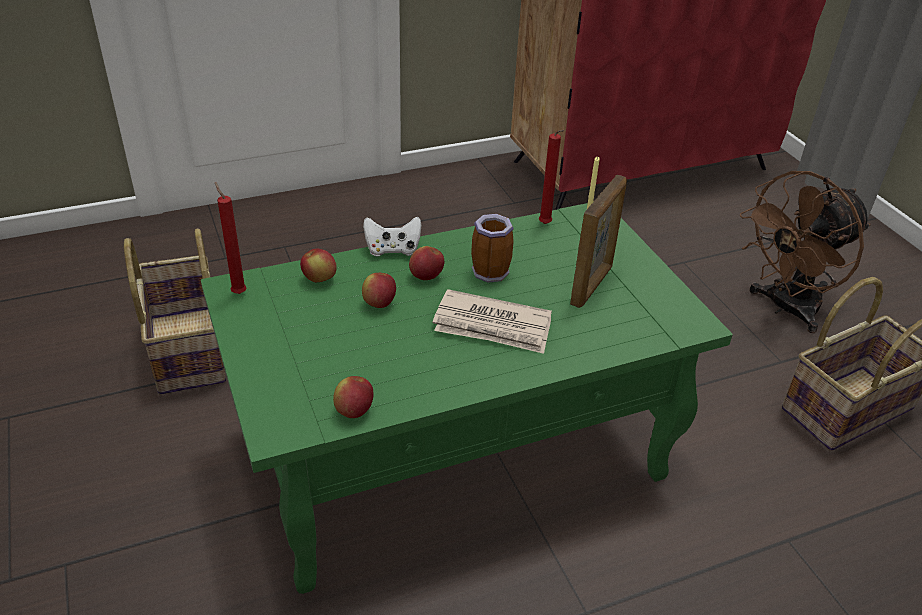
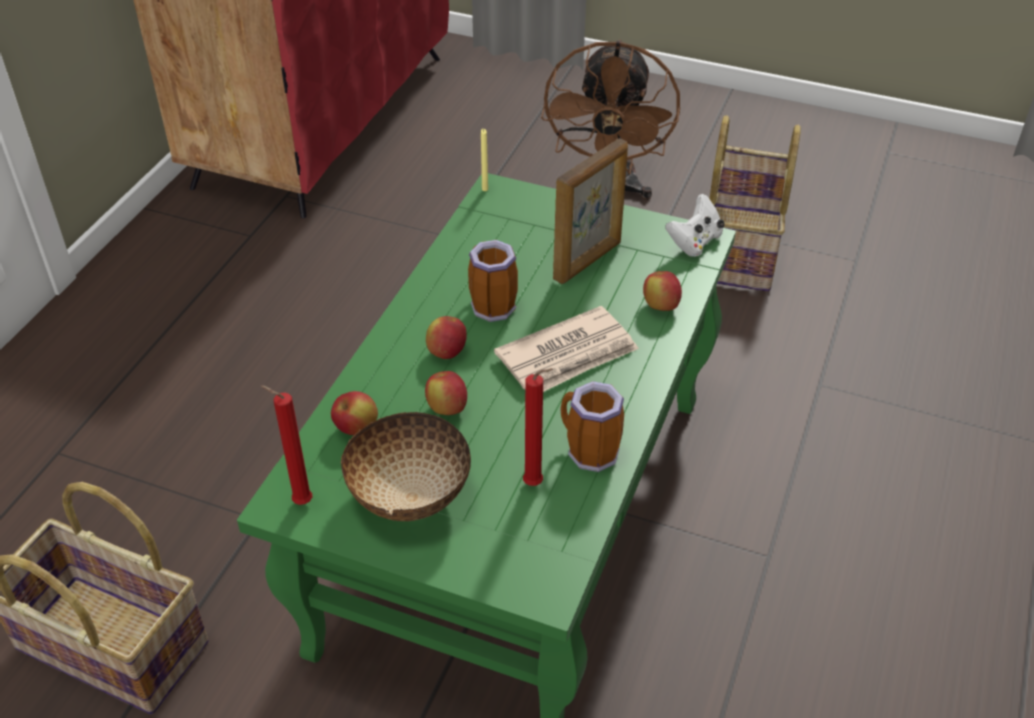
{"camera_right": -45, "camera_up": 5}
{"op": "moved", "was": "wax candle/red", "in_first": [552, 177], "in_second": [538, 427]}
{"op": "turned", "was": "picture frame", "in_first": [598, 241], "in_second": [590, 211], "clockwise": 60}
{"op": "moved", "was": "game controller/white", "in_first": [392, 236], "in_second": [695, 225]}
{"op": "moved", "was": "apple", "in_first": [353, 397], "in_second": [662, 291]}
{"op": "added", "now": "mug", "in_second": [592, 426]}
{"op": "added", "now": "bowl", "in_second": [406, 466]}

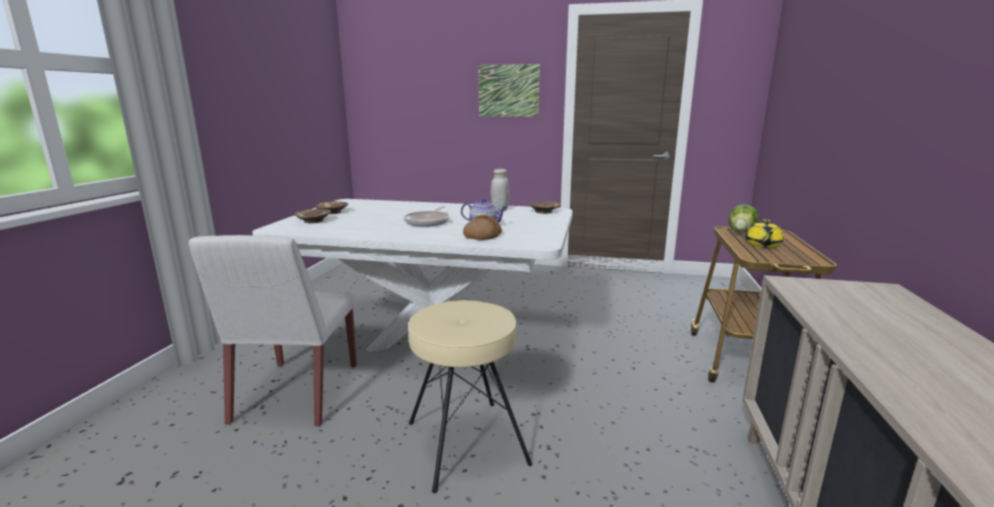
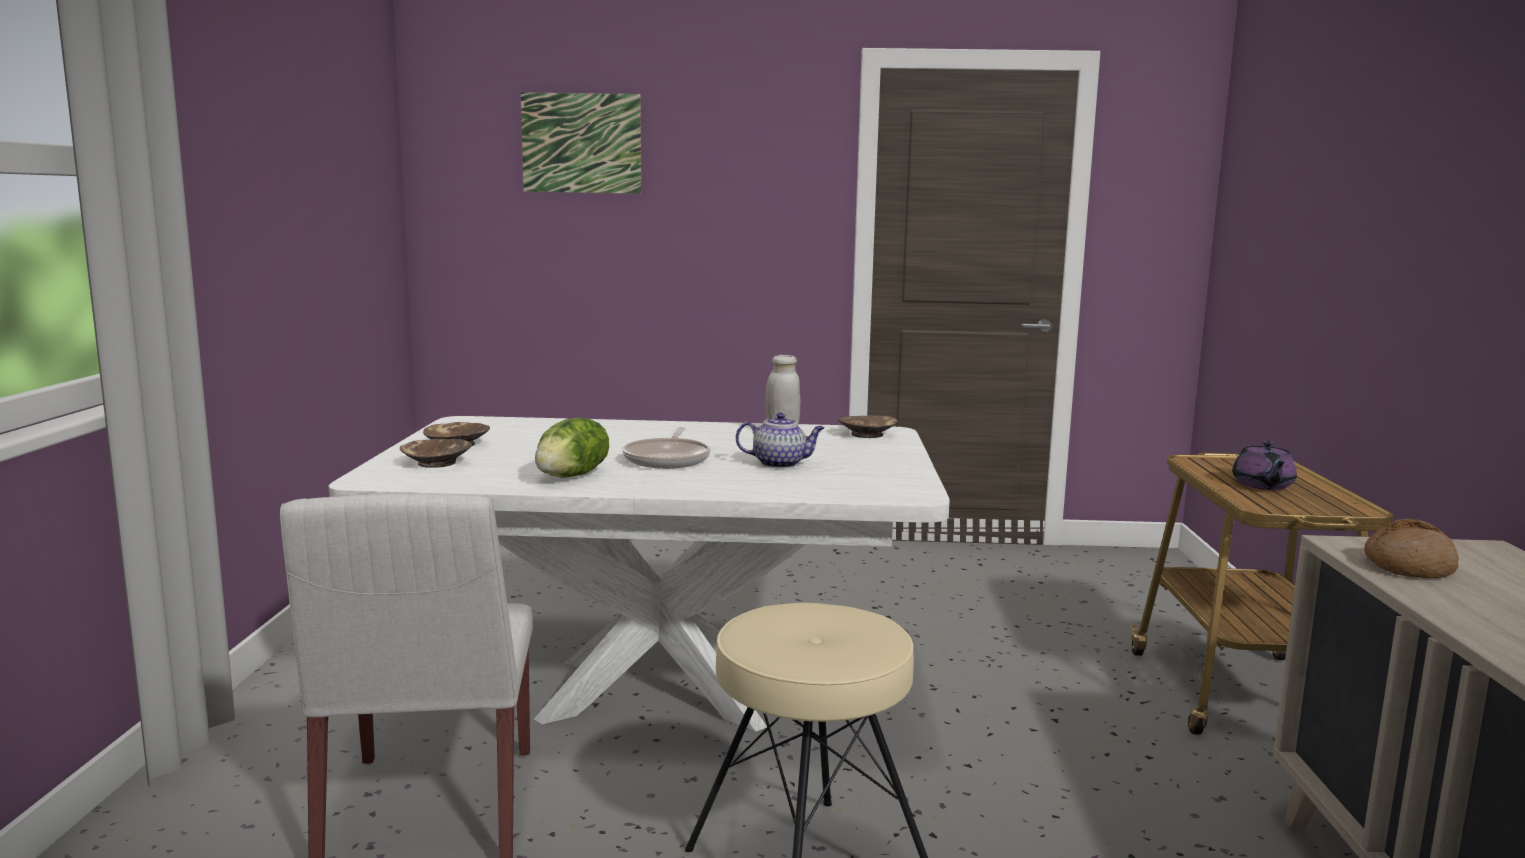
{"camera_right": -10, "camera_up": -5}
{"op": "moved", "was": "wall picture", "in_first": [509, 90], "in_second": [581, 143]}
{"op": "moved", "was": "lettuce", "in_first": [743, 218], "in_second": [572, 448]}
{"op": "moved", "was": "bakery bread", "in_first": [482, 227], "in_second": [1411, 548]}
{"op": "recoloured", "was": "teapot/yellow-coloured", "now": "teapot/purplish", "in_first": [764, 233], "in_second": [1264, 465]}

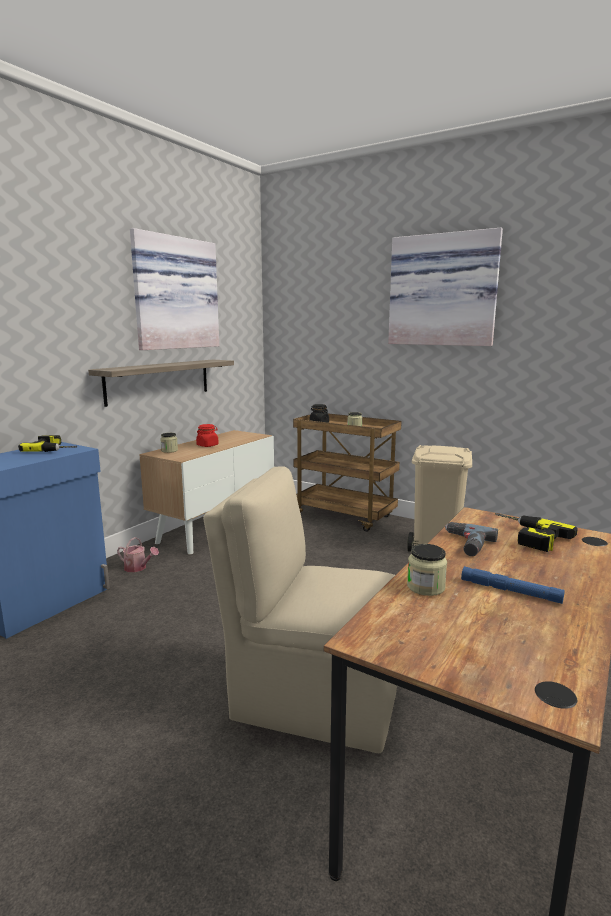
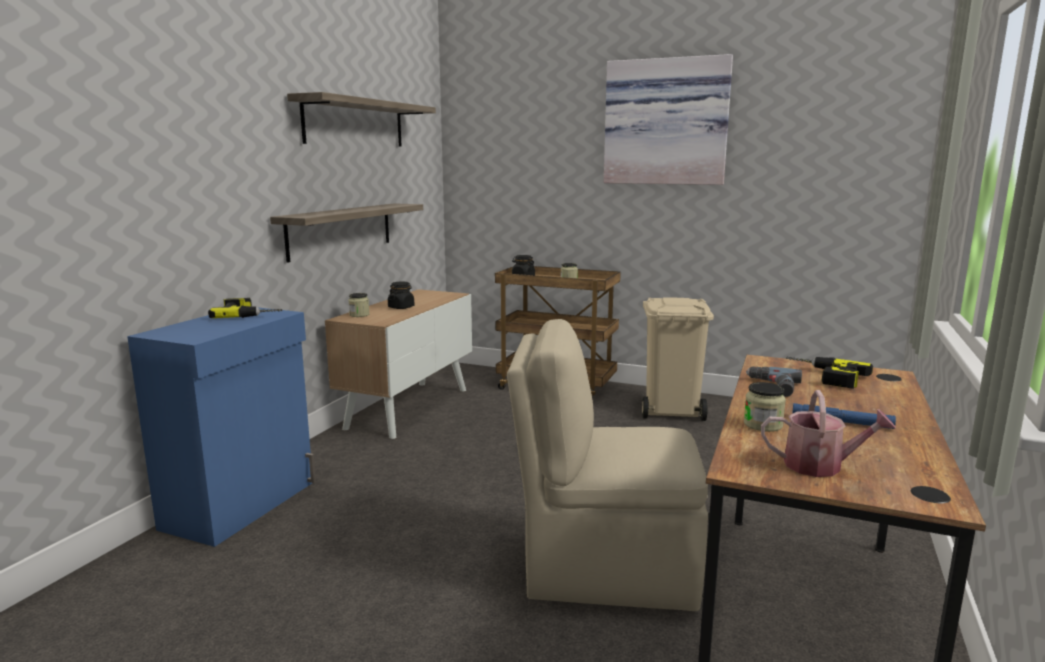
{"camera_right": -10, "camera_up": 0}
{"op": "replaced", "was": "wall picture", "now": "bracket shelf", "in_first": [174, 289], "in_second": [361, 119]}
{"op": "recoloured", "was": "storage jar/red", "now": "storage jar/black", "in_first": [207, 435], "in_second": [401, 295]}
{"op": "moved", "was": "watering can", "in_first": [138, 554], "in_second": [828, 433]}

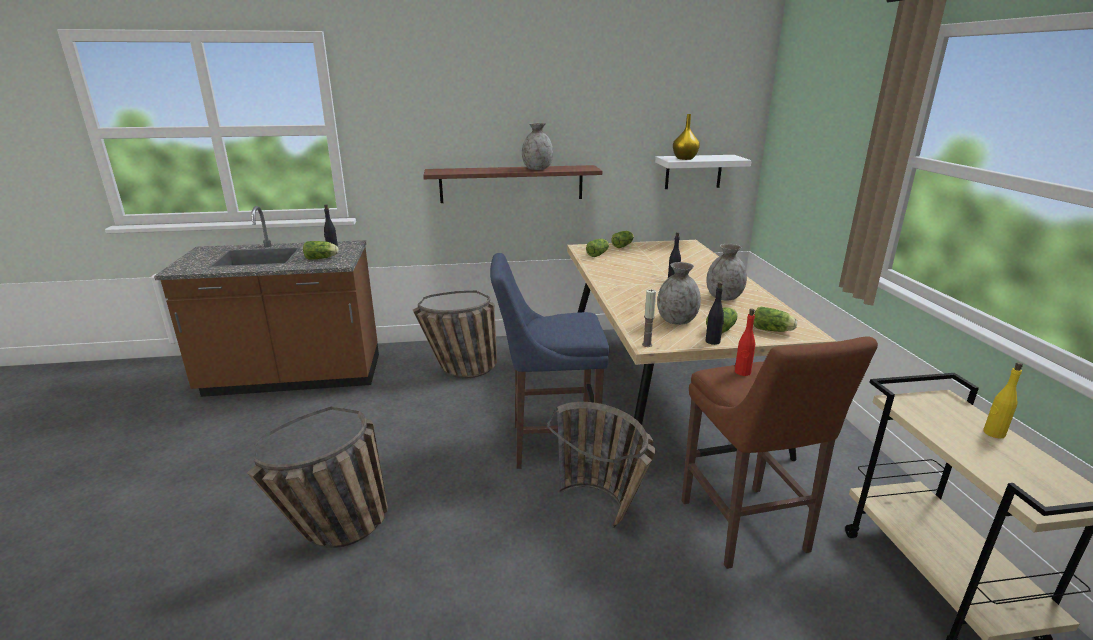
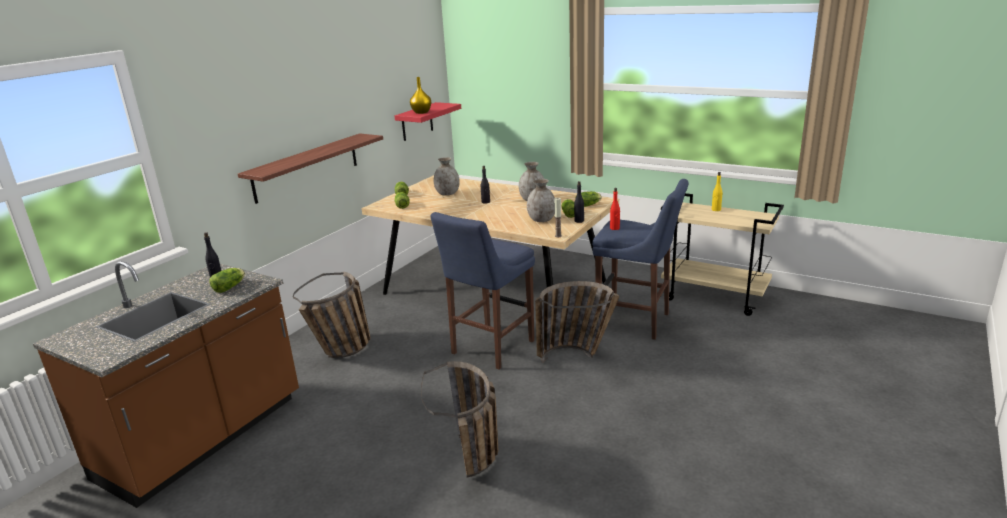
{"camera_right": -50, "camera_up": 0}
{"op": "moved", "was": "decorative vase/gray", "in_first": [537, 146], "in_second": [446, 176]}
{"op": "recoloured", "was": "bracket shelf/white", "now": "bracket shelf/red", "in_first": [703, 172], "in_second": [428, 121]}
{"op": "recoloured", "was": "stool/brown", "now": "stool/bluish", "in_first": [779, 452], "in_second": [640, 259]}

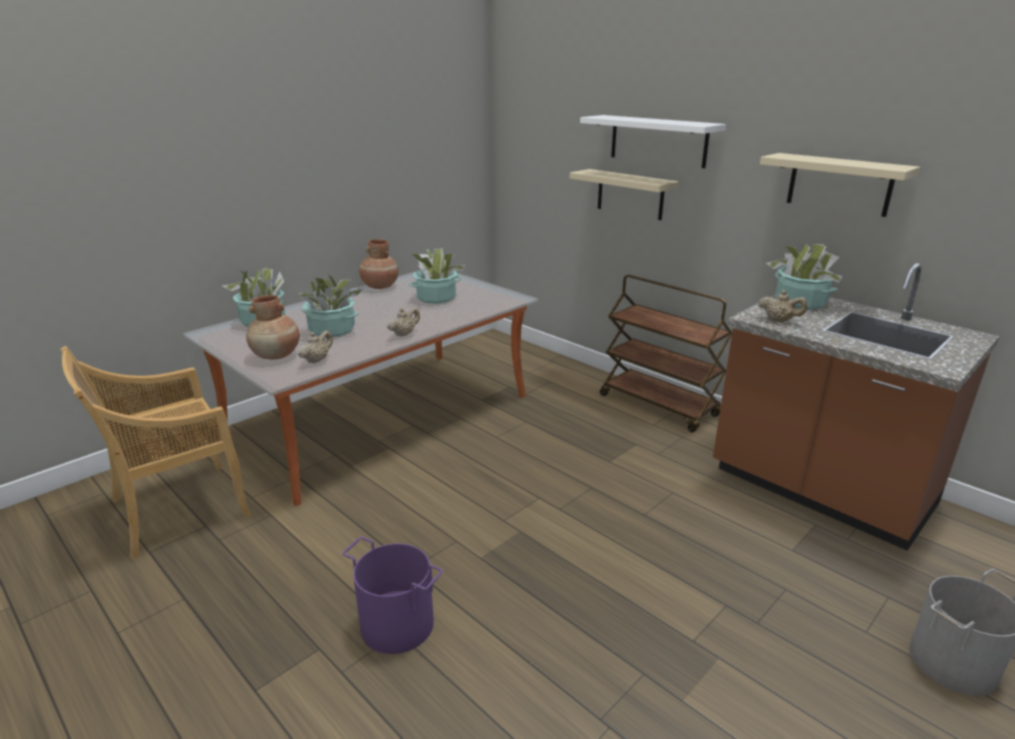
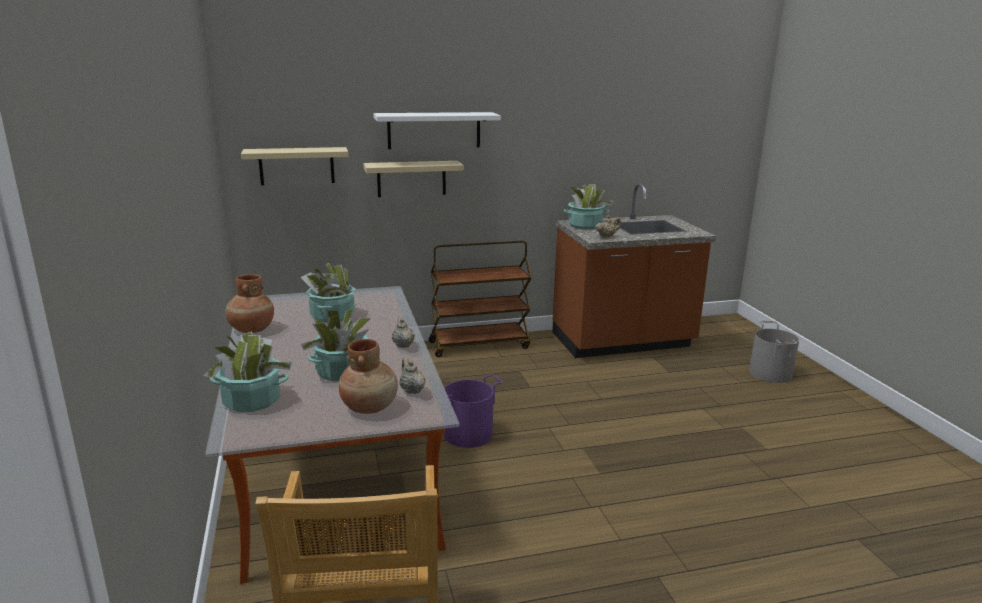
{"camera_right": -60, "camera_up": -5}
{"op": "moved", "was": "bracket shelf/beige-coloured", "in_first": [840, 185], "in_second": [294, 166]}
{"op": "moved", "was": "pail/purplish", "in_first": [392, 595], "in_second": [473, 411]}

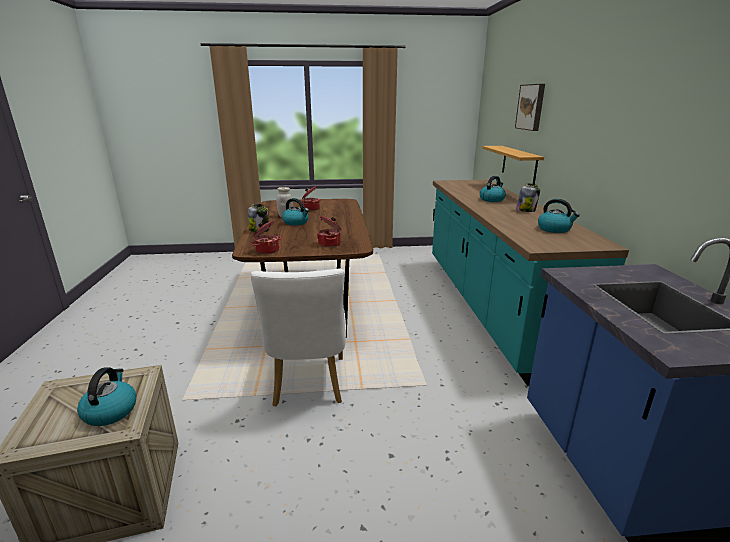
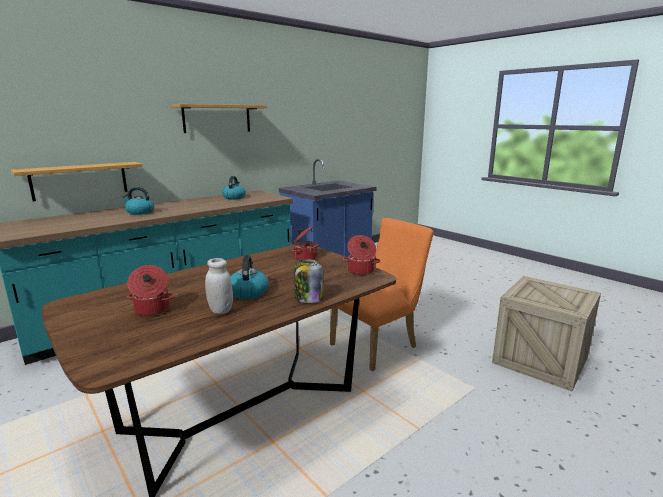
{"camera_right": -125, "camera_up": -5}
{"op": "removed", "was": "wall picture", "in_first": [530, 107]}
{"op": "removed", "was": "storage jar", "in_first": [528, 197]}
{"op": "recoloured", "was": "upright chair/white", "now": "upright chair/orange", "in_first": [298, 337], "in_second": [382, 294]}
{"op": "removed", "was": "water kettle", "in_first": [106, 396]}
{"op": "added", "now": "bracket shelf", "in_second": [219, 118]}

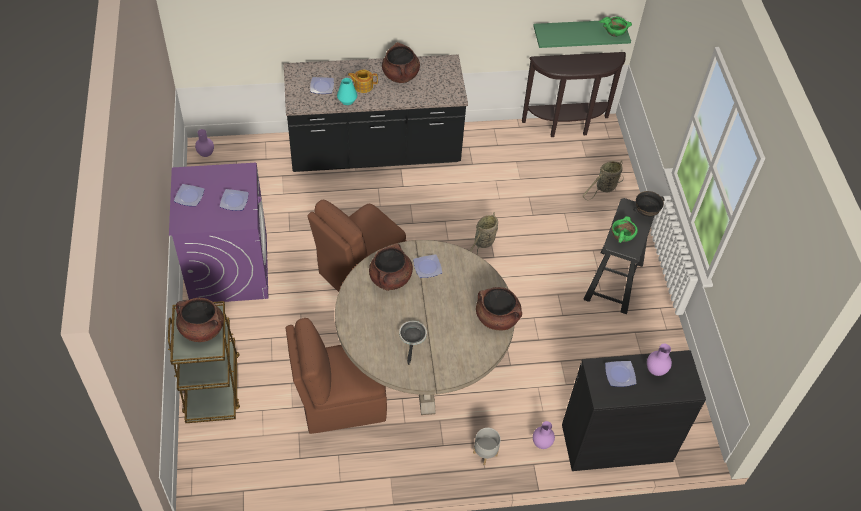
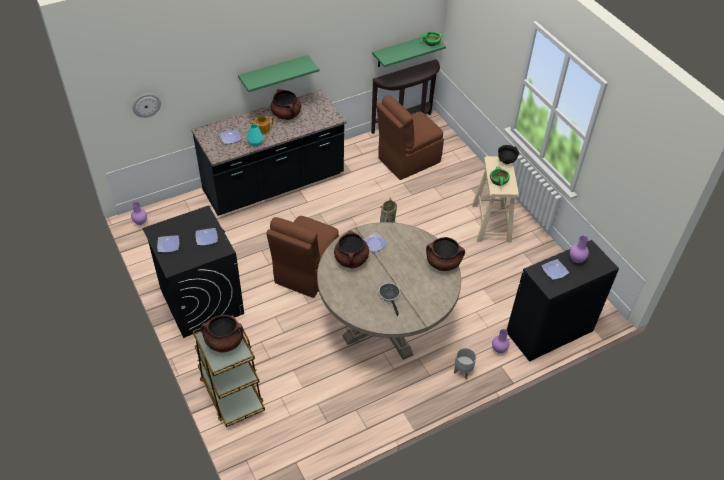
{"camera_right": -20, "camera_up": -5}
{"op": "removed", "was": "household basket", "in_first": [603, 180]}
{"op": "recoloured", "was": "washing machine/purplish", "now": "washing machine/black", "in_first": [218, 232], "in_second": [193, 272]}
{"op": "recoloured", "was": "stool/black", "now": "stool/beige-coloured", "in_first": [618, 256], "in_second": [495, 199]}
{"op": "moved", "was": "upright chair/brown", "in_first": [336, 376], "in_second": [410, 137]}
{"op": "added", "now": "bracket shelf/green-coloured", "in_second": [278, 73]}
{"op": "added", "now": "wall clock", "in_second": [146, 105]}

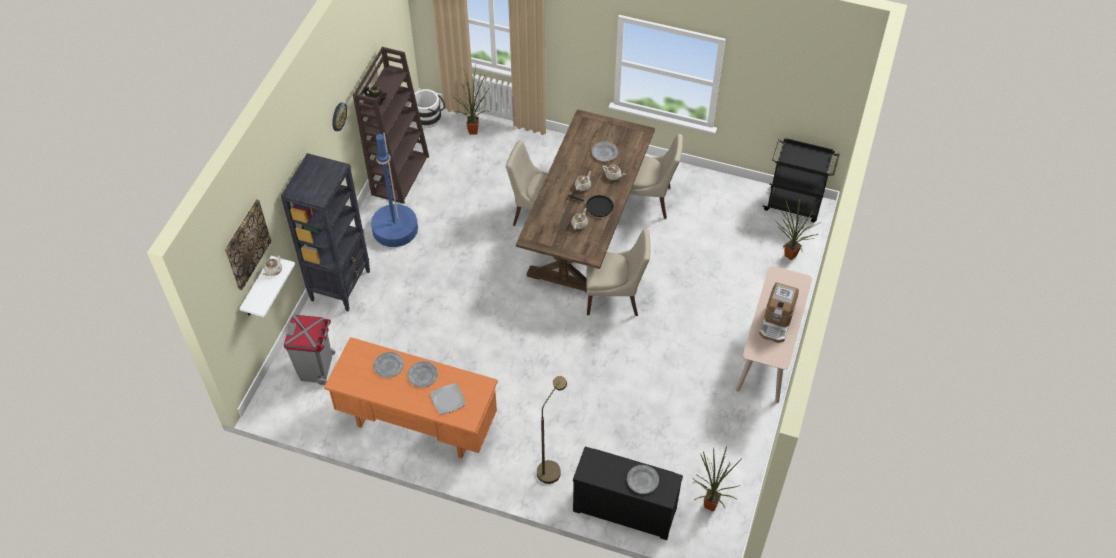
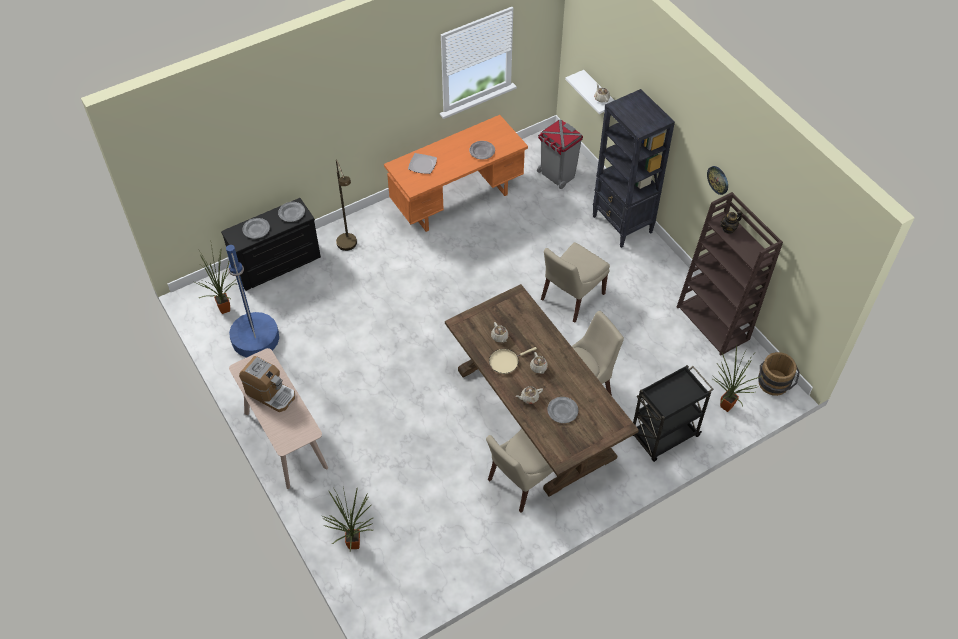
{"camera_right": 130, "camera_up": 0}
{"op": "recoloured", "was": "pail/white", "now": "pail/brown", "in_first": [428, 108], "in_second": [779, 374]}
{"op": "moved", "was": "floor lamp/bluish", "in_first": [394, 189], "in_second": [252, 301]}
{"op": "moved", "was": "trolley/black", "in_first": [801, 180], "in_second": [673, 413]}
{"op": "recoloured", "was": "frying pan/black", "now": "frying pan/beige-coloured", "in_first": [591, 206], "in_second": [513, 360]}
{"op": "removed", "was": "wall picture", "in_first": [247, 244]}
{"op": "moved", "was": "upright chair/beige-coloured", "in_first": [618, 272], "in_second": [575, 282]}
{"op": "turned", "was": "coffee brewer", "in_first": [779, 312], "in_second": [267, 384], "clockwise": 150}
{"op": "moved", "was": "plate/gray", "in_first": [422, 374], "in_second": [291, 212]}

